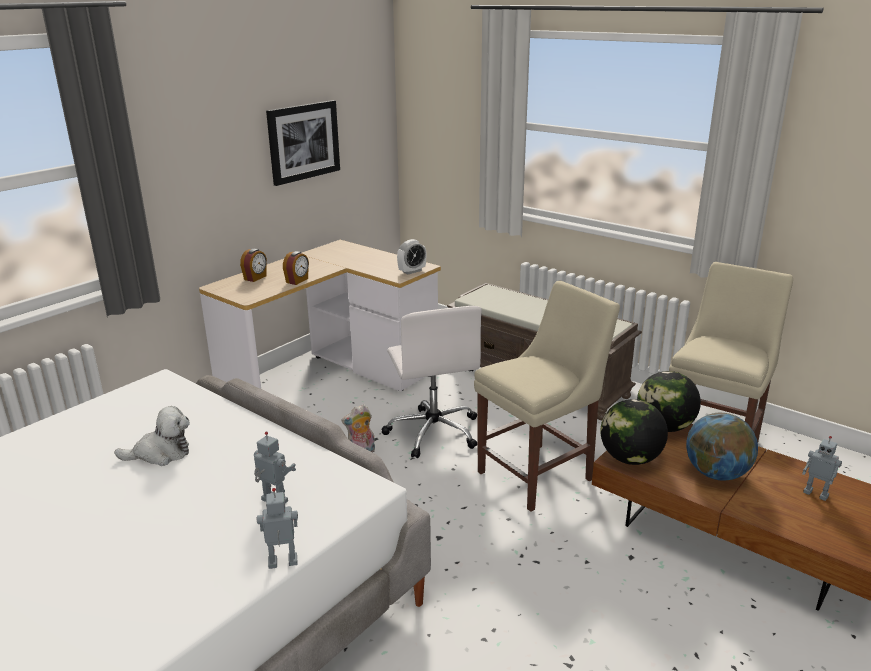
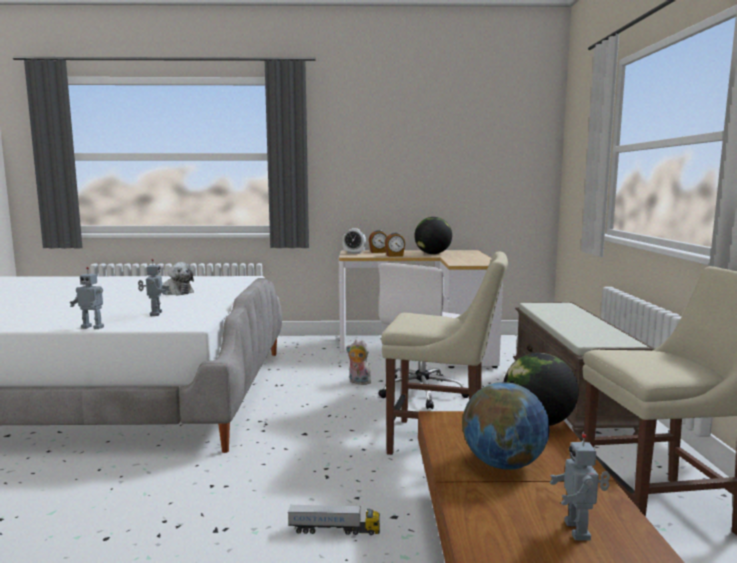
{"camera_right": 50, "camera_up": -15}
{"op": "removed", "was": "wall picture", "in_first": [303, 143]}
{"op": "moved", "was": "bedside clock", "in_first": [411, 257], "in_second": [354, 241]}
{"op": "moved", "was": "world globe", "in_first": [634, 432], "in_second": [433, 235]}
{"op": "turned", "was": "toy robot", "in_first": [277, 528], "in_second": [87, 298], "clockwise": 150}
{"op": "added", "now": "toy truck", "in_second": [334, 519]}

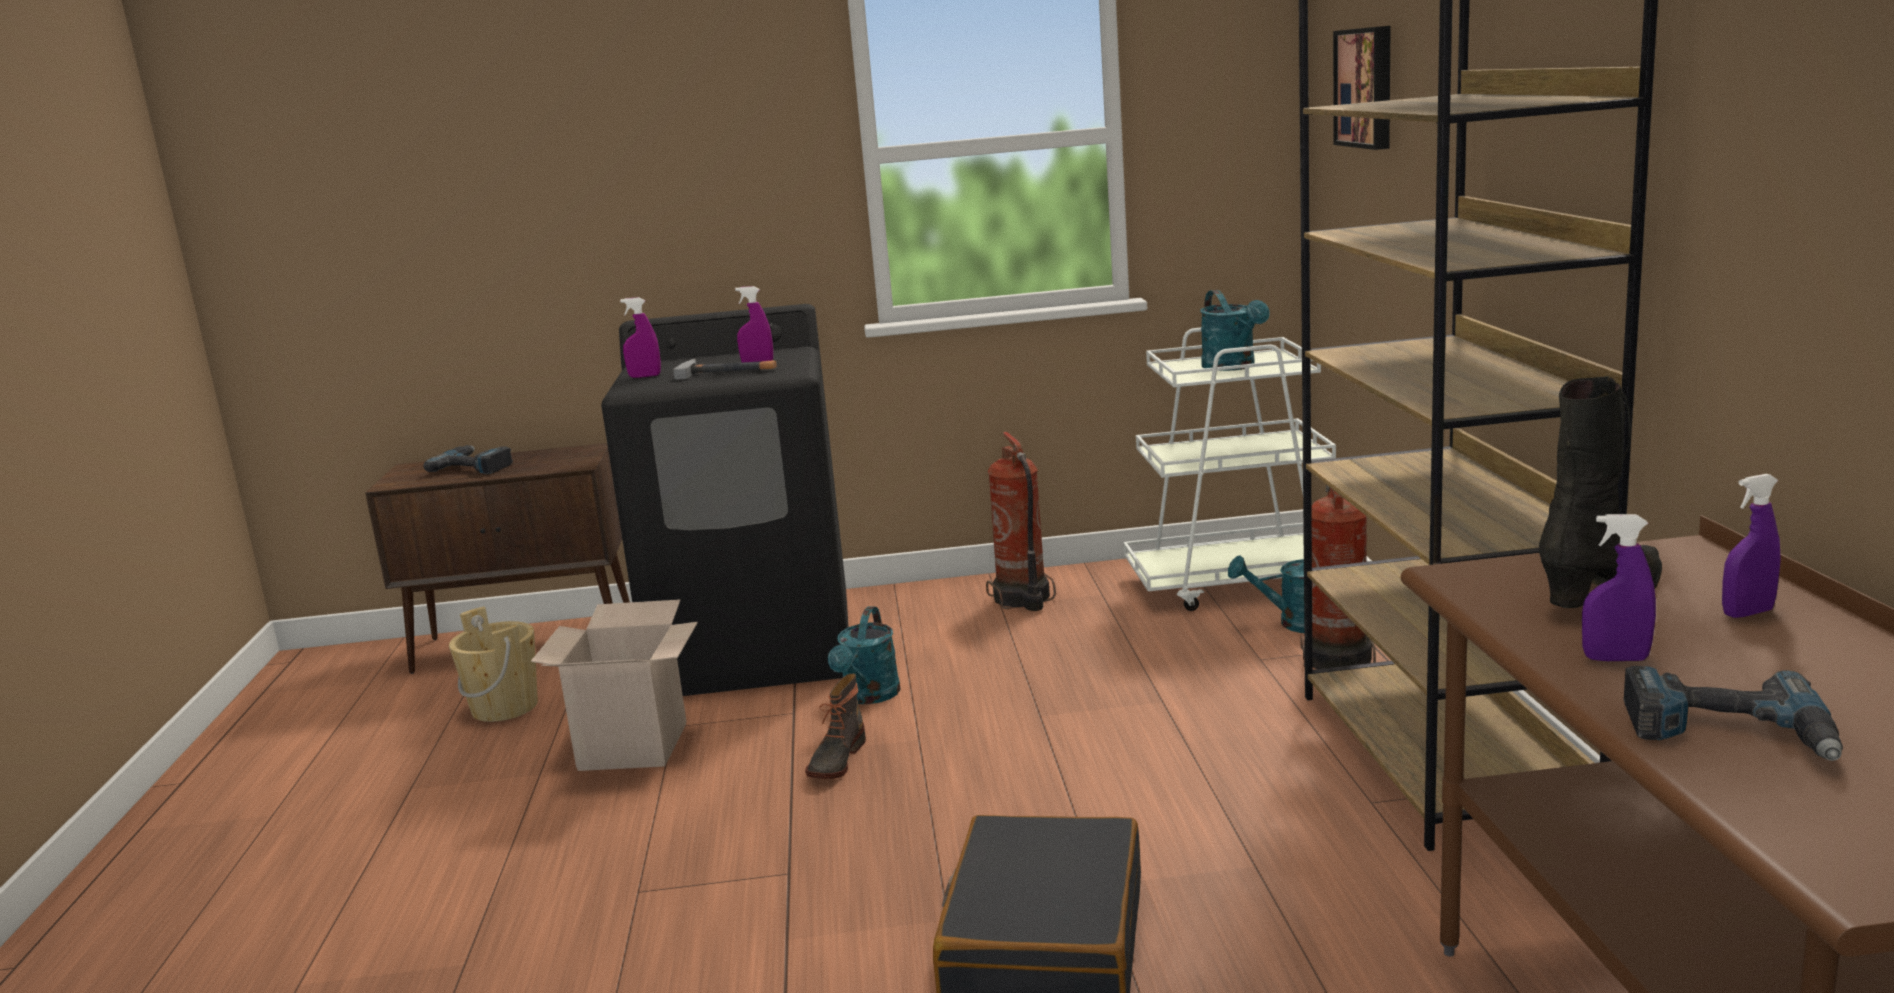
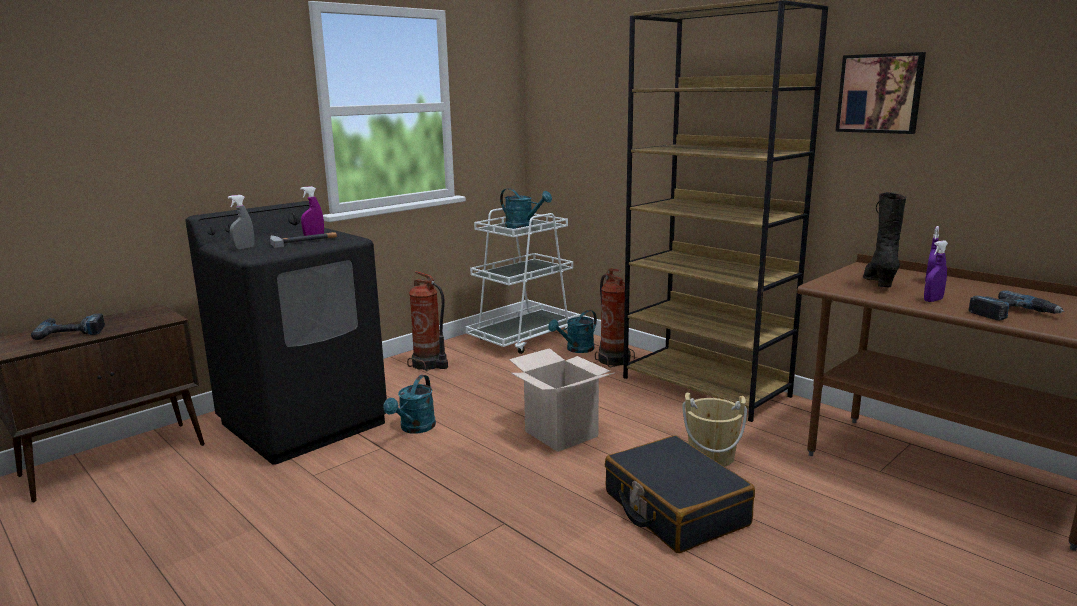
{"camera_right": -40, "camera_up": 0}
{"op": "moved", "was": "wall picture", "in_first": [1362, 88], "in_second": [880, 93]}
{"op": "recoloured", "was": "sprayer/purplish", "now": "sprayer/gray", "in_first": [640, 337], "in_second": [241, 222]}
{"op": "moved", "was": "cardboard box", "in_first": [614, 685], "in_second": [561, 400]}
{"op": "moved", "was": "pail/beige-coloured", "in_first": [493, 664], "in_second": [714, 429]}
{"op": "turned", "was": "watering can/turquoise-coloured", "in_first": [864, 655], "in_second": [409, 404], "clockwise": 45}
{"op": "removed", "was": "high-top boot", "in_first": [835, 726]}

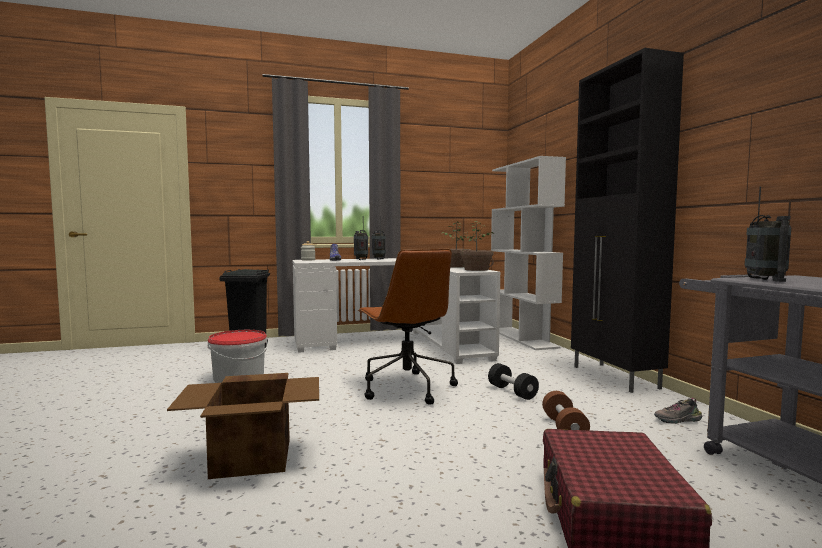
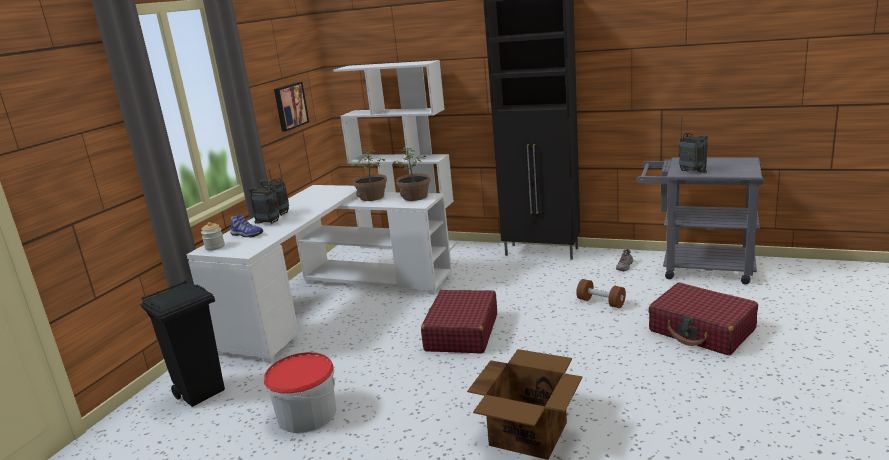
{"camera_right": -50, "camera_up": 15}
{"op": "replaced", "was": "computer chair/brown", "now": "piece of luggage/red", "in_first": [408, 326], "in_second": [459, 321]}
{"op": "removed", "was": "hand weight/black", "in_first": [513, 381]}
{"op": "added", "now": "wall picture", "in_second": [291, 106]}

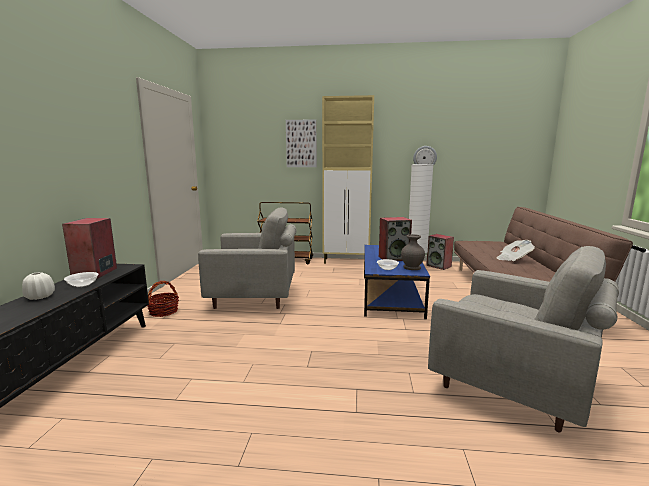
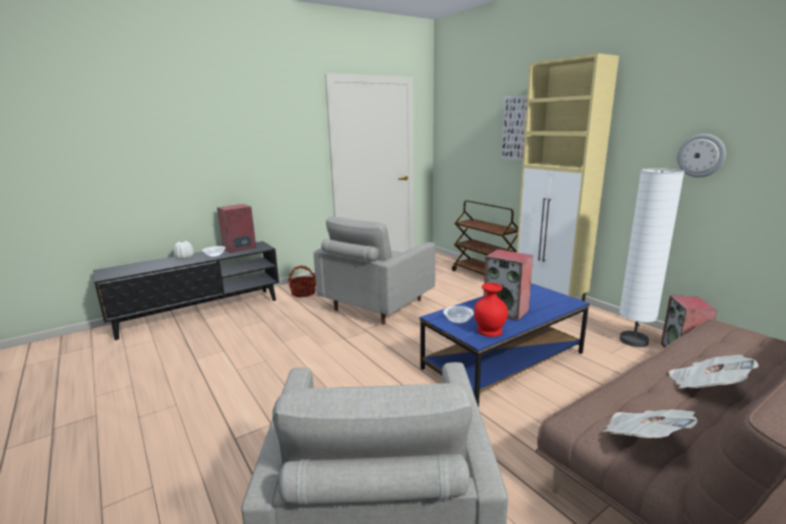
{"camera_right": 50, "camera_up": 5}
{"op": "turned", "was": "lounge chair/gray", "in_first": [247, 258], "in_second": [374, 270], "clockwise": 75}
{"op": "recoloured", "was": "decorative vase/gray", "now": "decorative vase/red", "in_first": [413, 252], "in_second": [491, 310]}
{"op": "added", "now": "printed paper", "in_second": [650, 423]}

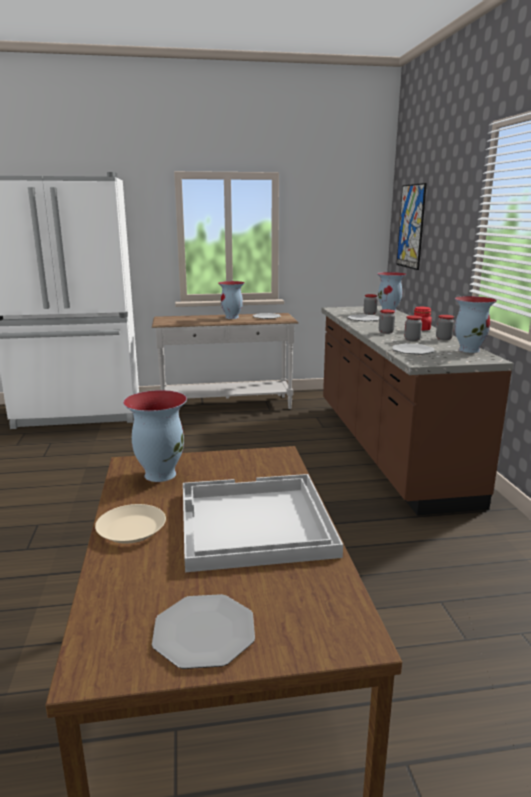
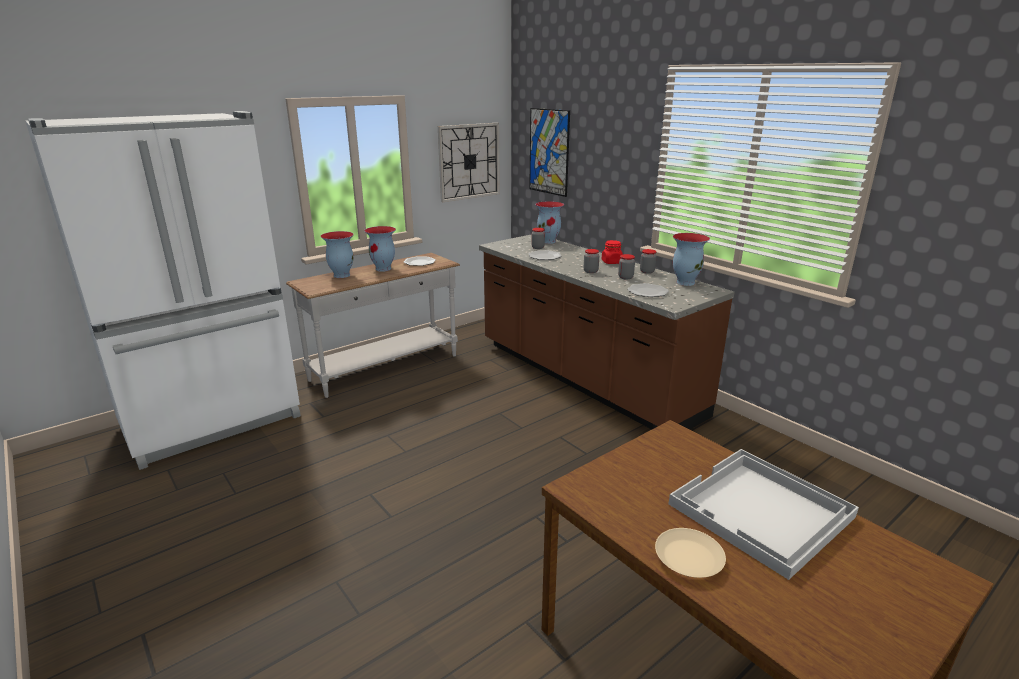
{"camera_right": -30, "camera_up": 5}
{"op": "moved", "was": "decorative vase", "in_first": [155, 436], "in_second": [337, 254]}
{"op": "removed", "was": "plate", "in_first": [203, 631]}
{"op": "added", "now": "wall clock", "in_second": [469, 162]}

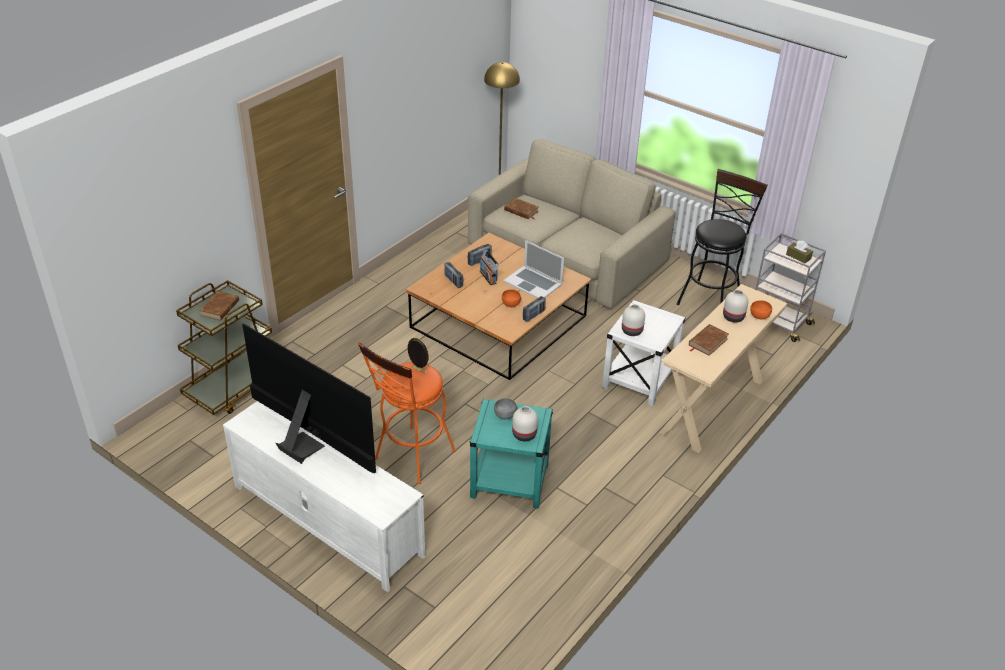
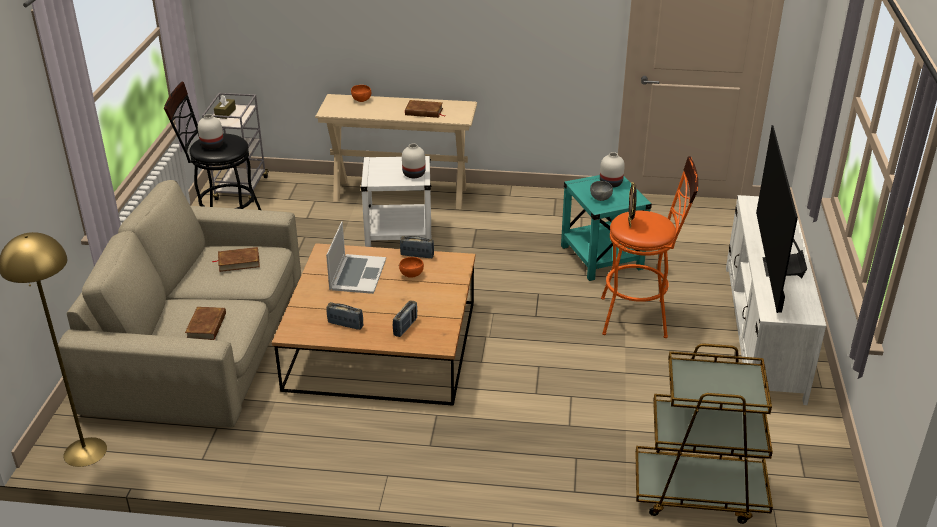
{"camera_right": -120, "camera_up": -5}
{"op": "removed", "was": "radio receiver", "in_first": [489, 267]}
{"op": "moved", "was": "decorative vase/white", "in_first": [735, 306], "in_second": [211, 131]}
{"op": "moved", "was": "bound book/brown", "in_first": [219, 306], "in_second": [236, 259]}

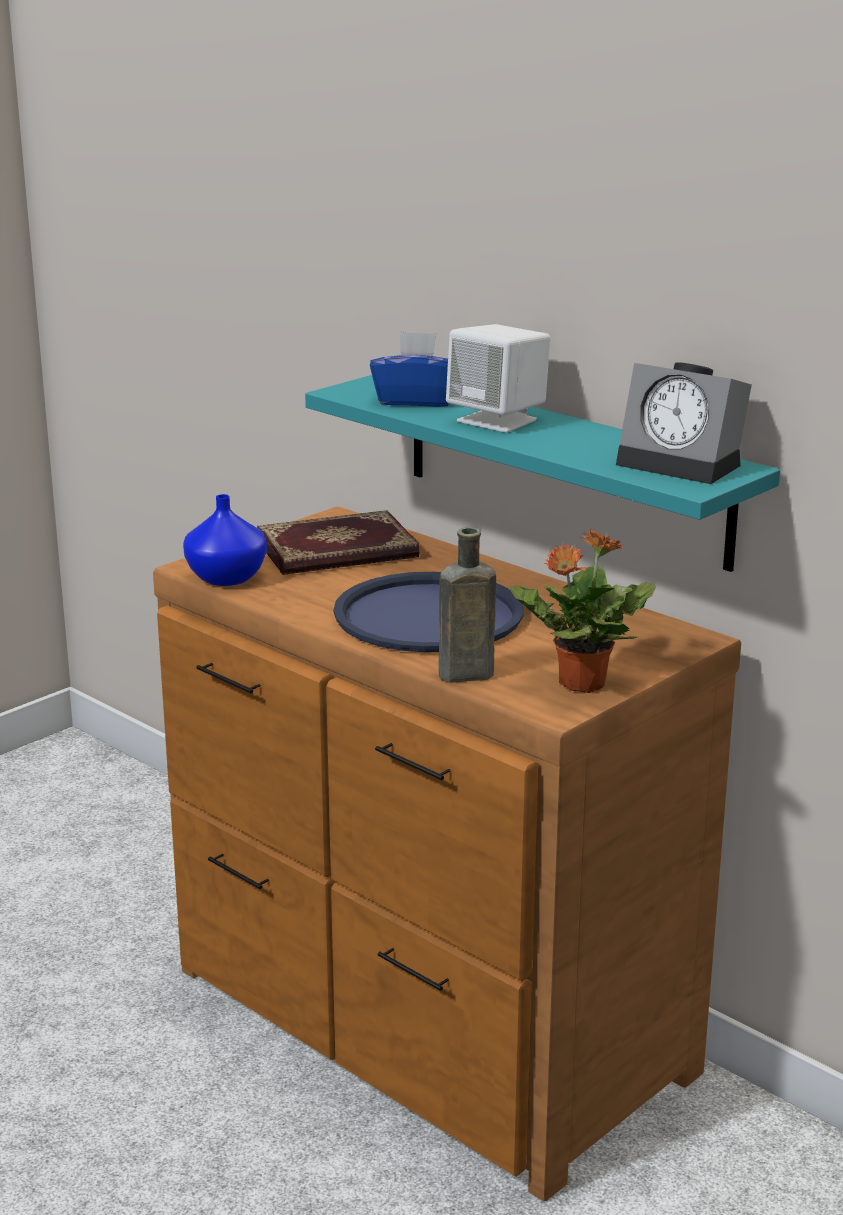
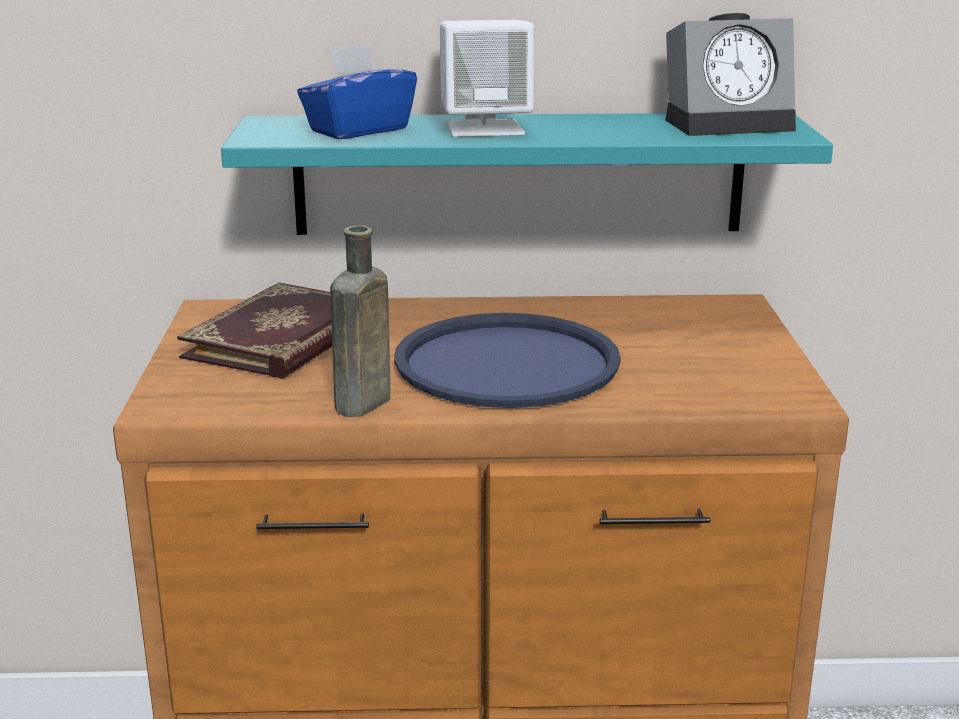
{"camera_right": -45, "camera_up": 0}
{"op": "removed", "was": "decorative vase/bluish", "in_first": [225, 540]}
{"op": "moved", "was": "beverage bottle/brown", "in_first": [467, 605], "in_second": [360, 321]}
{"op": "removed", "was": "potted plant", "in_first": [583, 611]}

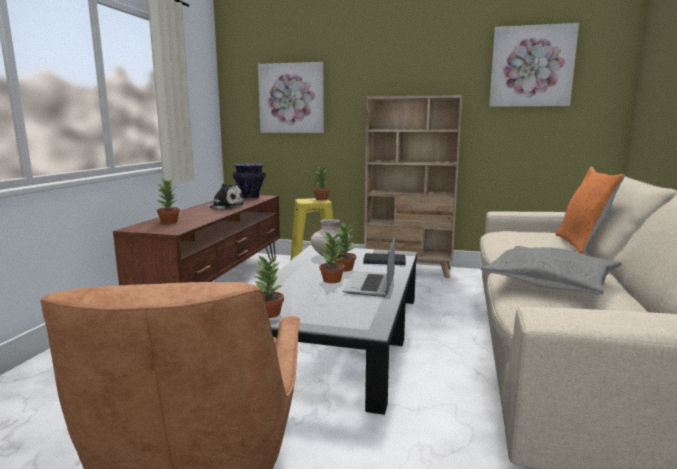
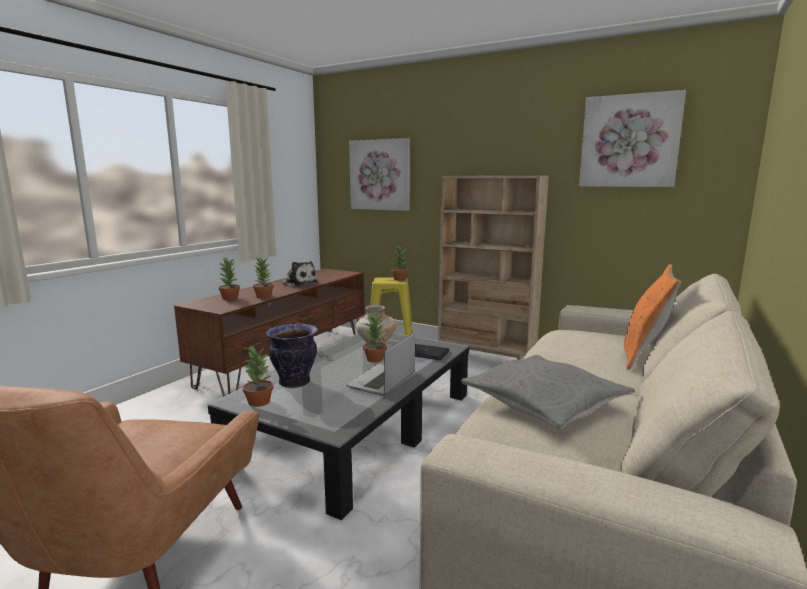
{"camera_right": 15, "camera_up": 0}
{"op": "moved", "was": "decorative vase", "in_first": [249, 181], "in_second": [292, 355]}
{"op": "moved", "was": "potted plant", "in_first": [332, 257], "in_second": [263, 278]}

